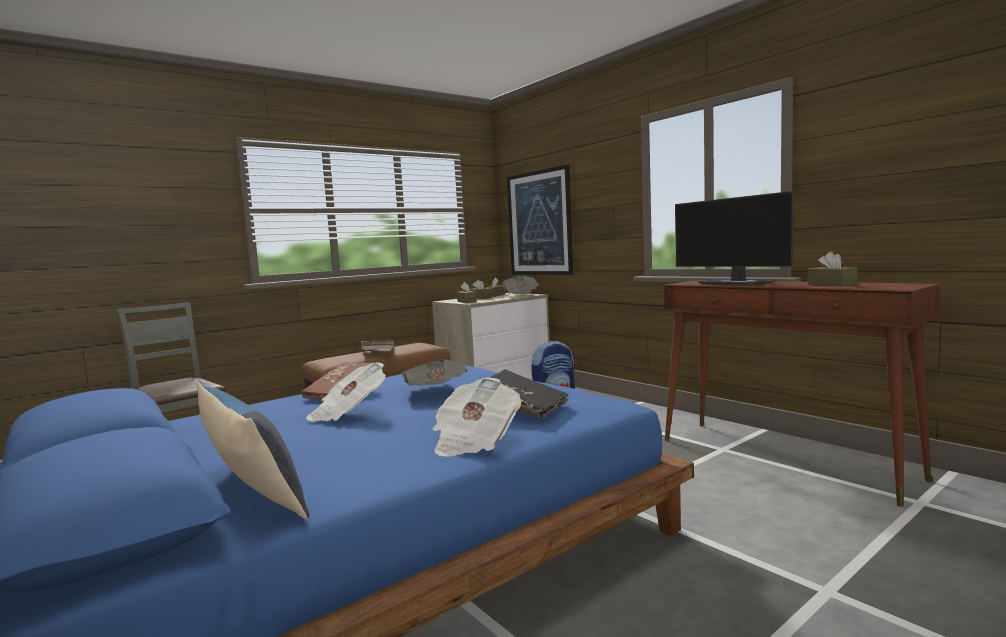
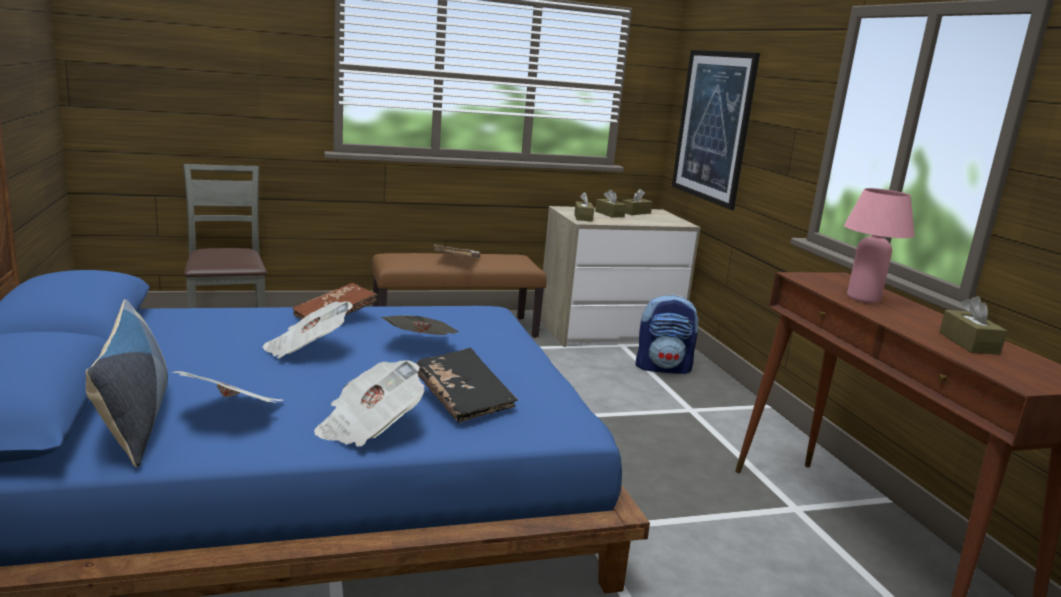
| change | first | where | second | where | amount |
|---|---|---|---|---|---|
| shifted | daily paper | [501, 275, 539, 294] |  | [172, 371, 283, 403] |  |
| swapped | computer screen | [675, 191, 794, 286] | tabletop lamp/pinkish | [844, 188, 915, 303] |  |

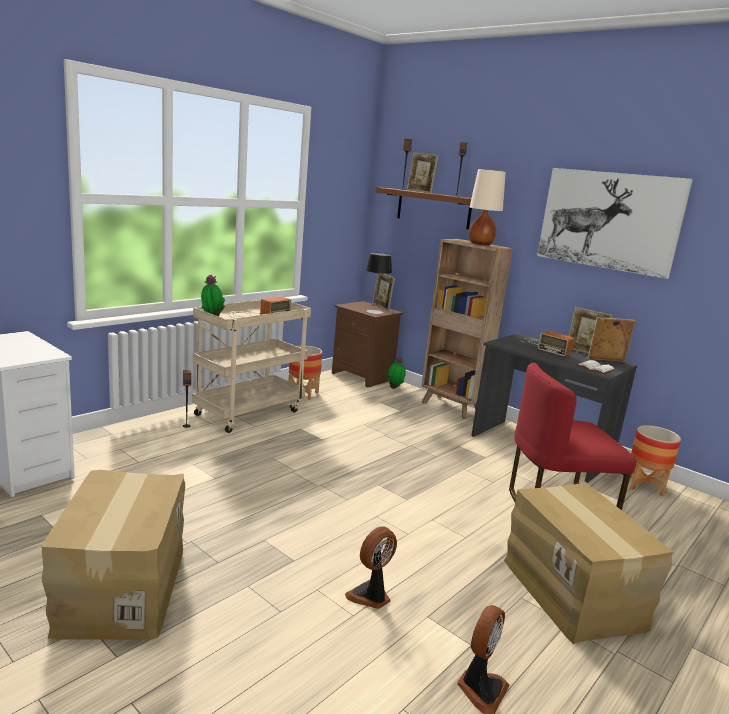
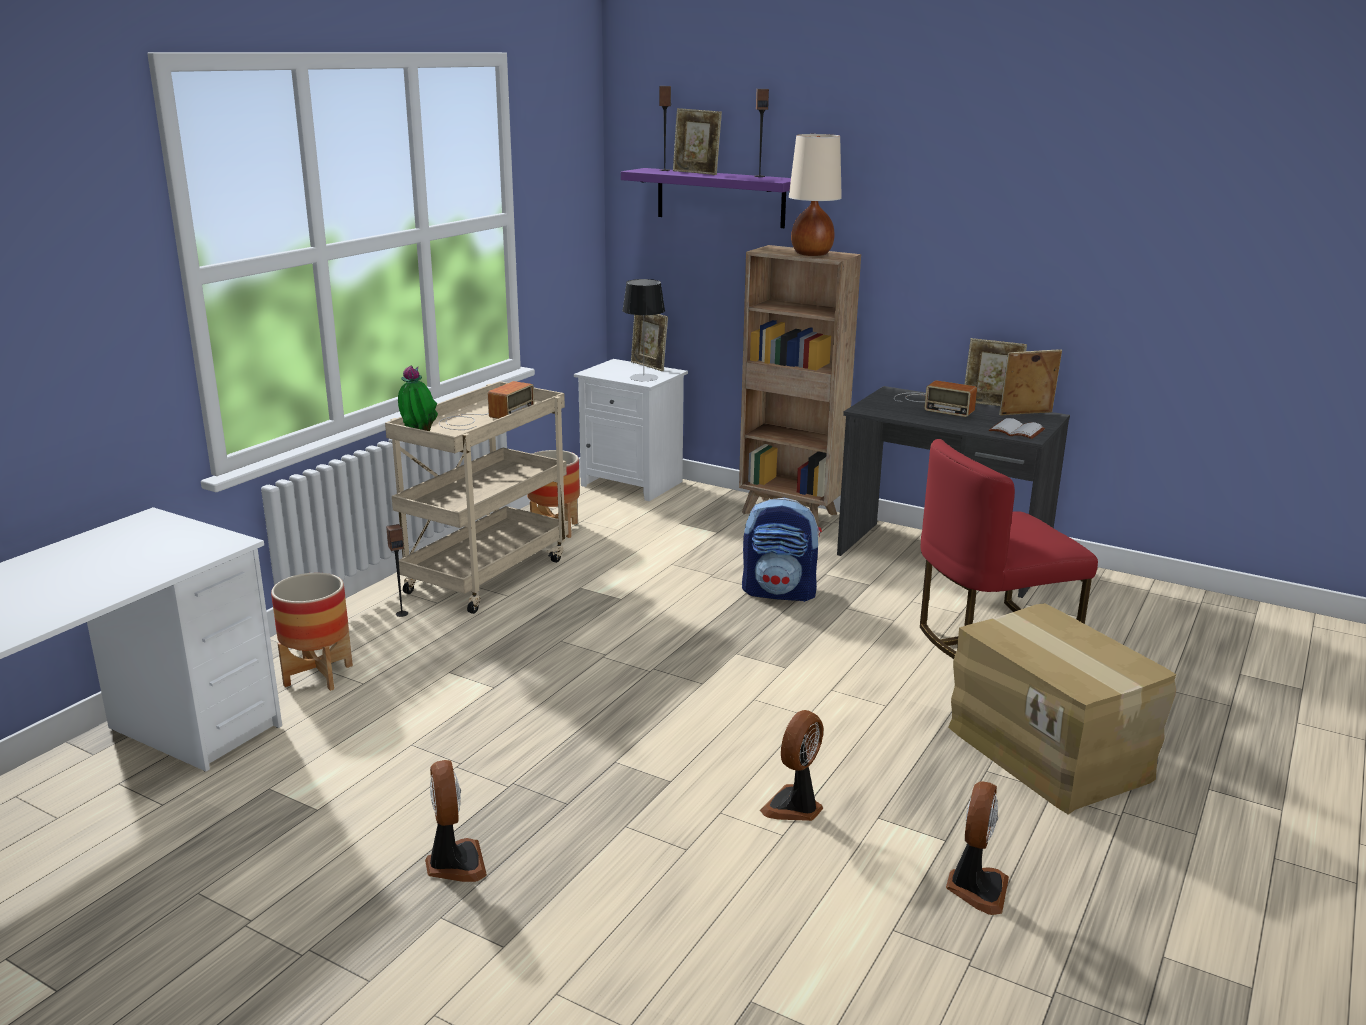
| change | first | where | second | where | amount |
|---|---|---|---|---|---|
| gone | potted plant | [387, 356, 406, 389] |  |  |  |
| gone | picture | [537, 168, 693, 279] |  |  |  |
| new |  |  | knapsack | [742, 498, 822, 602] |  |
| shifted | plant pot | [630, 425, 681, 496] |  | [271, 573, 353, 691] |  |
| swapped | cardboard box | [42, 470, 185, 640] | cooling fan | [425, 760, 487, 882] |  |
| repainted | night table/brownish | [332, 301, 404, 387] | night table/whitish | [574, 359, 688, 501] |  |
| repainted | shelf/brownish | [376, 187, 472, 229] | shelf/purple | [621, 168, 791, 228] |  |

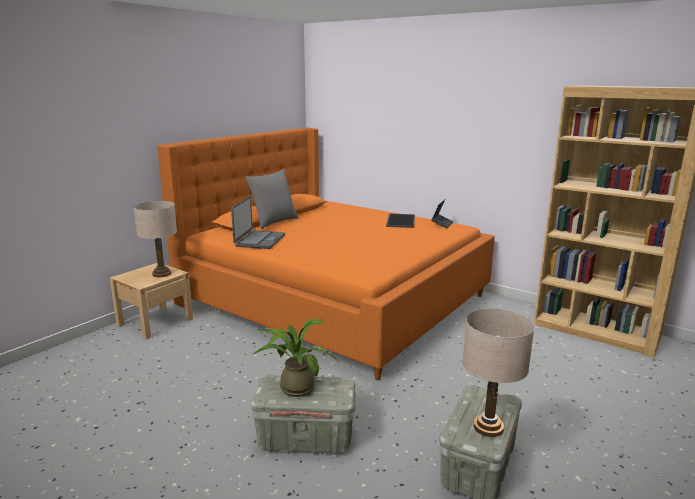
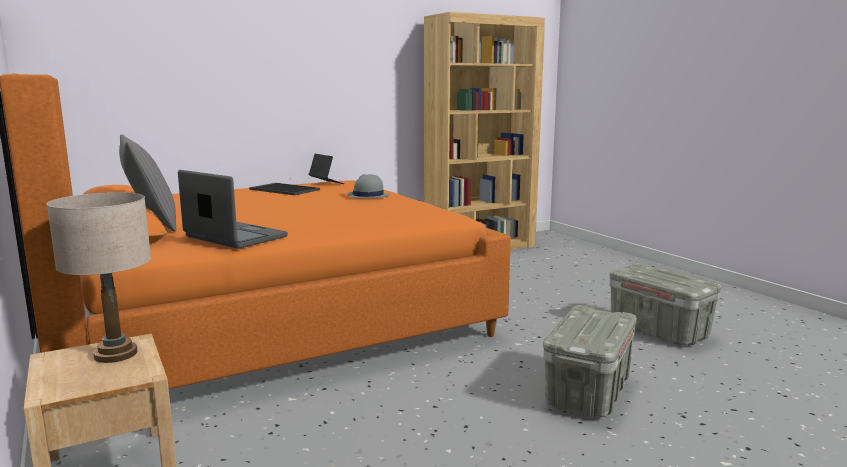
| change | first | where | second | where | amount |
|---|---|---|---|---|---|
| gone | potted plant | [253, 319, 337, 397] |  |  |  |
| gone | tabletop lamp/sand-coloured | [462, 308, 535, 437] |  |  |  |
| new |  |  | clothing hat/grey | [346, 174, 390, 199] |  |

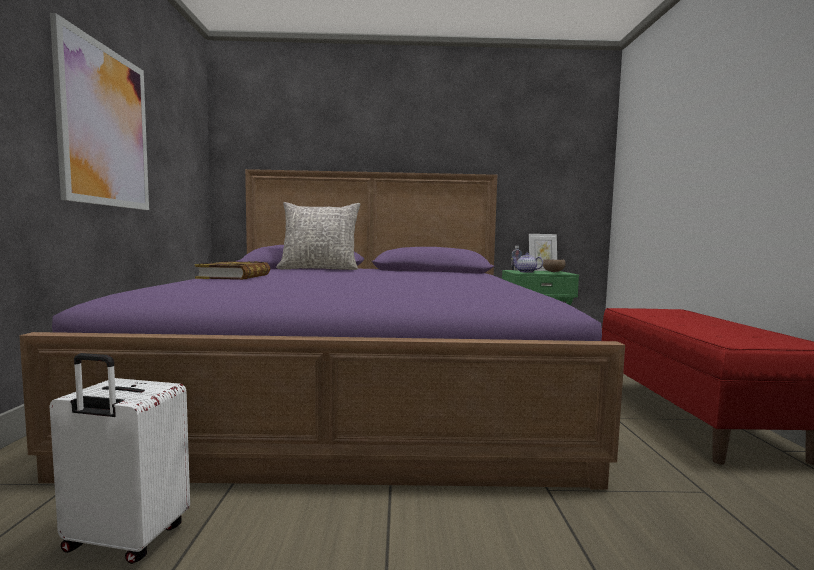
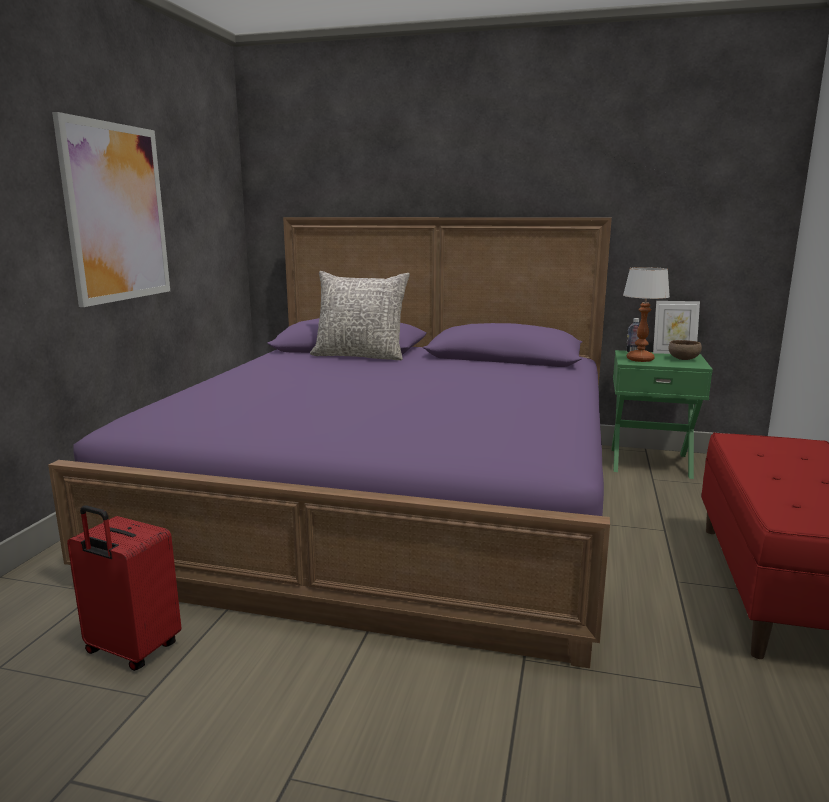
| change | first | where | second | where | amount |
|---|---|---|---|---|---|
| gone | bound book | [195, 261, 270, 280] |  |  |  |
| swapped | pot for tea | [512, 253, 543, 273] | tabletop lamp | [623, 267, 670, 362] |  |
| repainted | piece of luggage/whitish | [50, 353, 190, 564] | piece of luggage/red | [67, 505, 181, 671] |  |

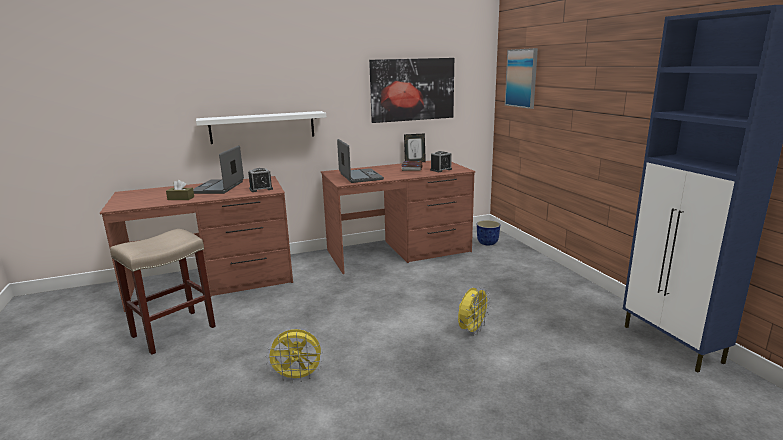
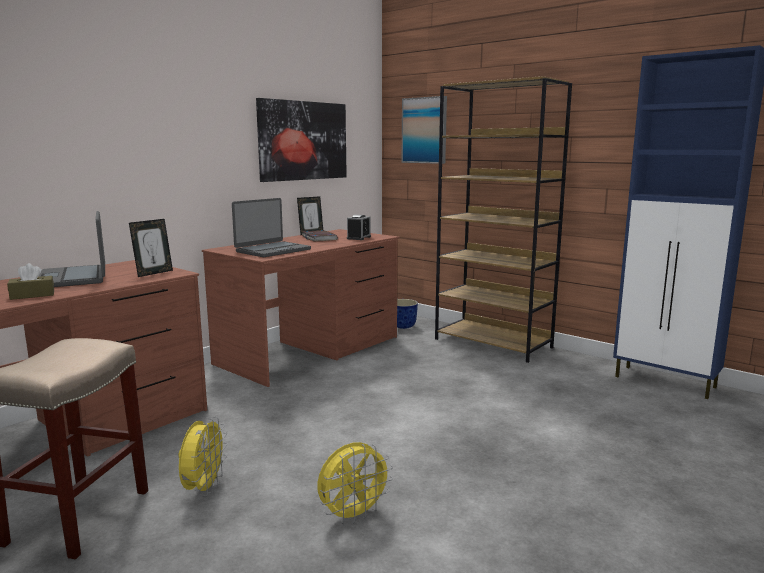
| change | first | where | second | where | amount |
|---|---|---|---|---|---|
| gone | shelf/whitish | [196, 111, 326, 144] |  |  |  |
| new |  |  | bookcase/brownish | [435, 76, 572, 363] |  |
| shifted | cooling fan/yellow-coloured | [458, 287, 491, 336] |  | [178, 417, 228, 496] |  |
| swapped | alarm clock | [248, 168, 273, 192] | standing frame | [129, 219, 173, 277] |  |
| rotated | portable computer | [337, 139, 384, 183] |  | [232, 198, 311, 257] | 90 degrees clockwise |

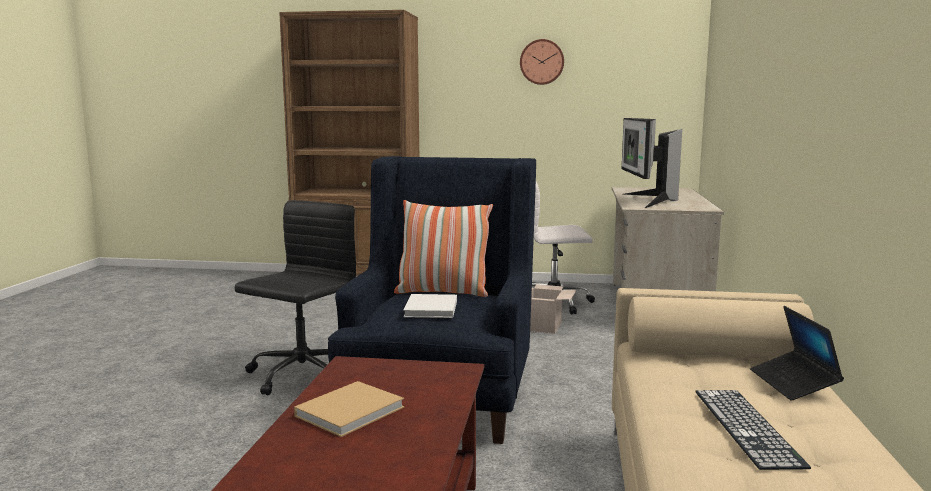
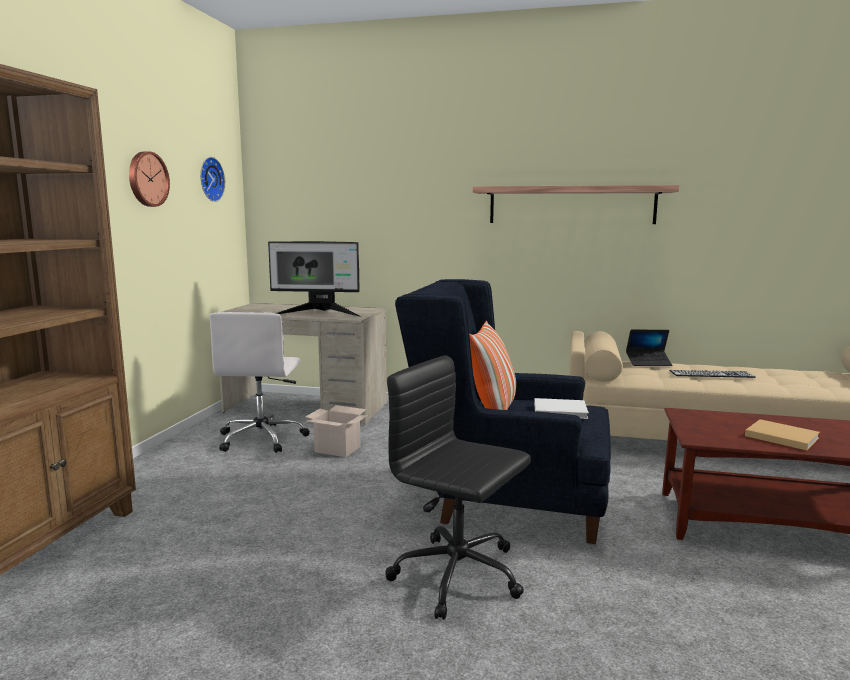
| change | first | where | second | where | amount |
|---|---|---|---|---|---|
| new |  |  | hanging clock | [200, 157, 225, 202] |  |
| new |  |  | shelf | [473, 185, 679, 224] |  |

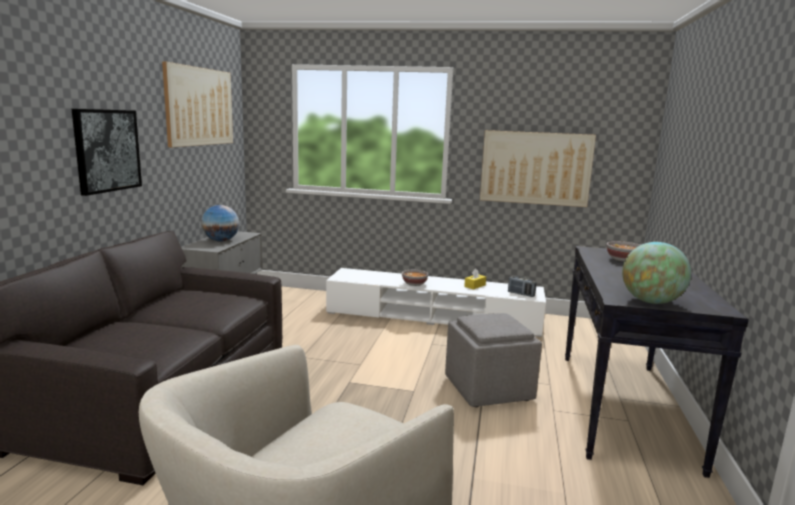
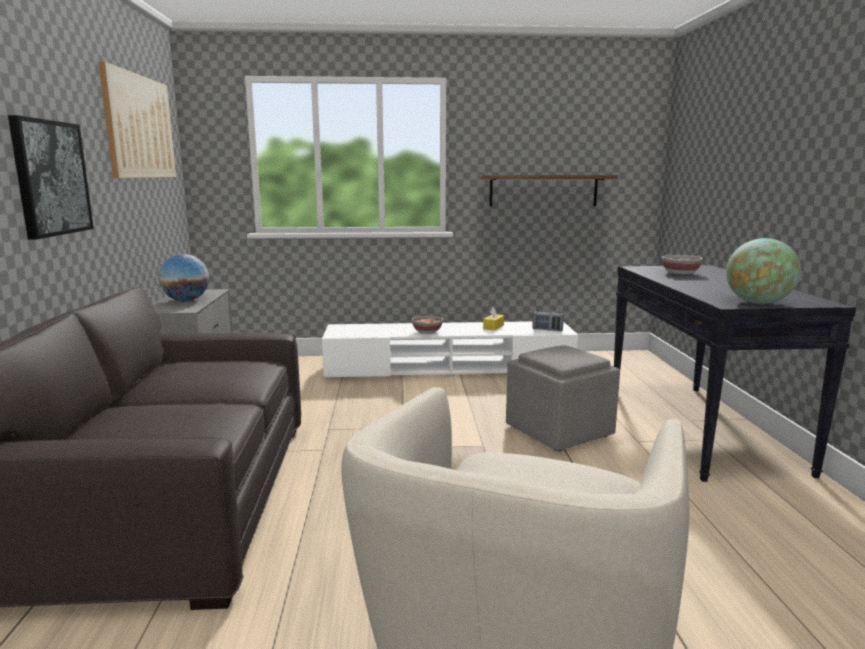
| change | first | where | second | where | amount |
|---|---|---|---|---|---|
| swapped | picture | [480, 130, 596, 207] | shelf | [479, 175, 618, 207] |  |

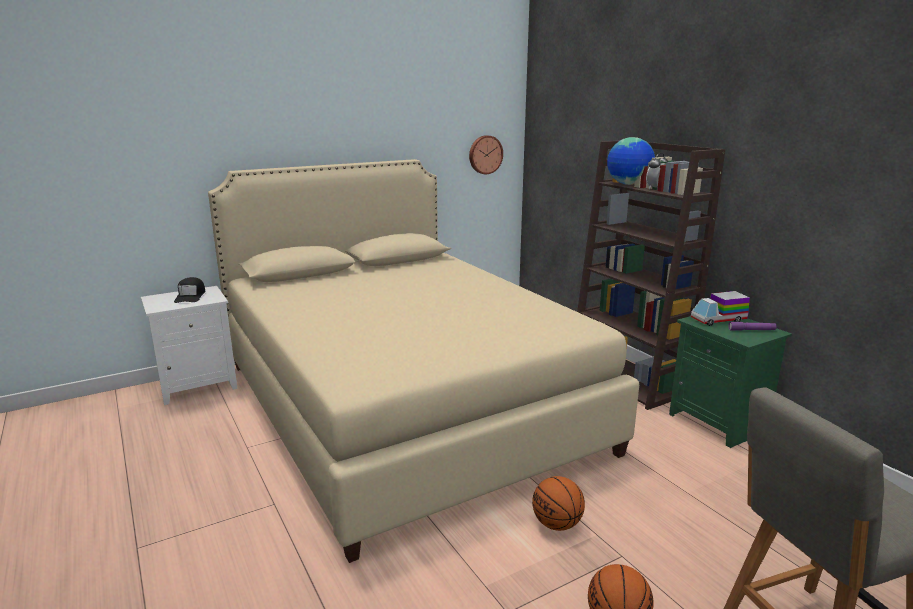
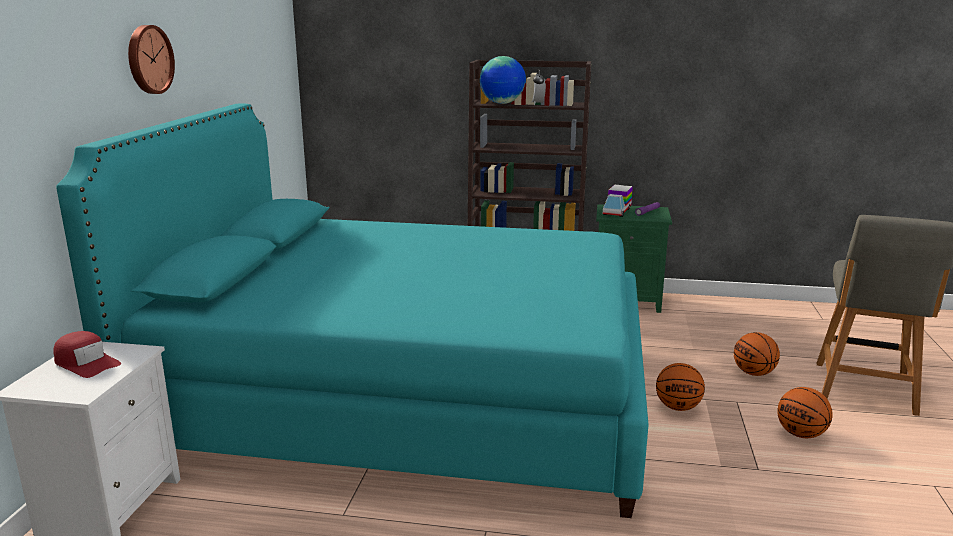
| change | first | where | second | where | amount |
|---|---|---|---|---|---|
| new |  |  | basketball ball | [734, 332, 780, 376] |  |
| shifted | hanging clock | [469, 135, 503, 174] |  | [128, 25, 175, 94] |  |
| repainted | cap/blackish | [174, 277, 205, 303] | cap/red | [53, 331, 121, 378] |  |
| repainted | bedroom bed/sand-coloured | [208, 159, 639, 563] | bedroom bed/turquoise | [56, 103, 649, 518] |  |

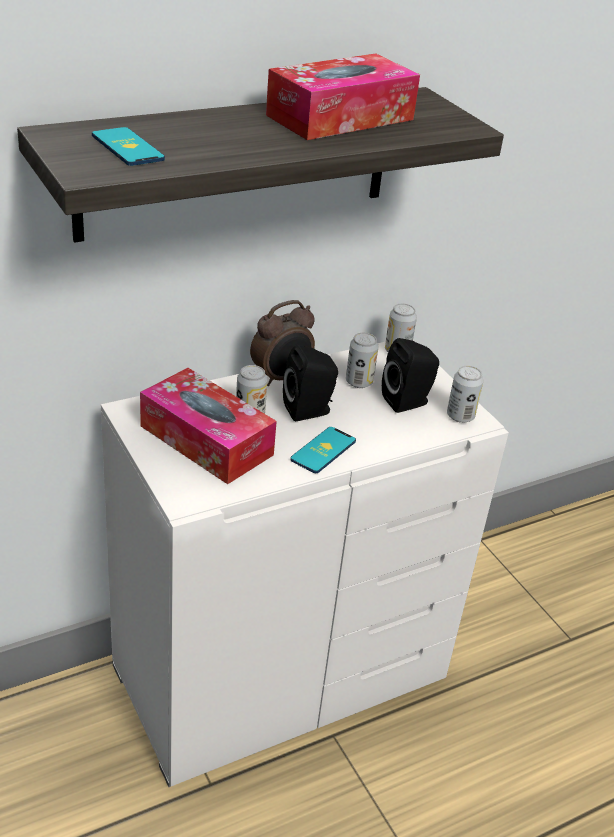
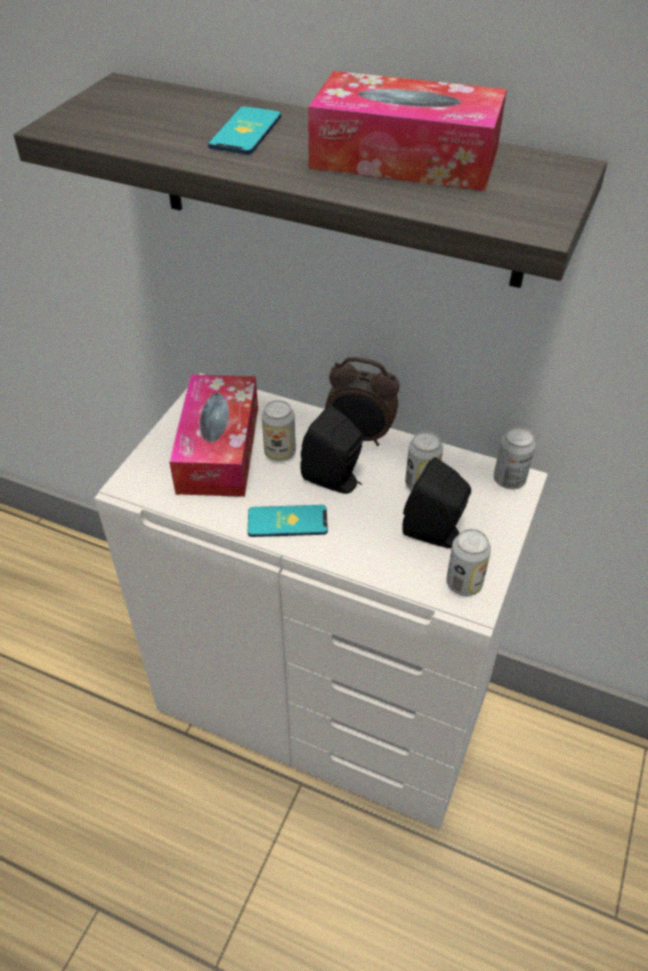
| change | first | where | second | where | amount |
|---|---|---|---|---|---|
| shifted | phone | [92, 127, 165, 166] |  | [208, 106, 281, 154] |  |

